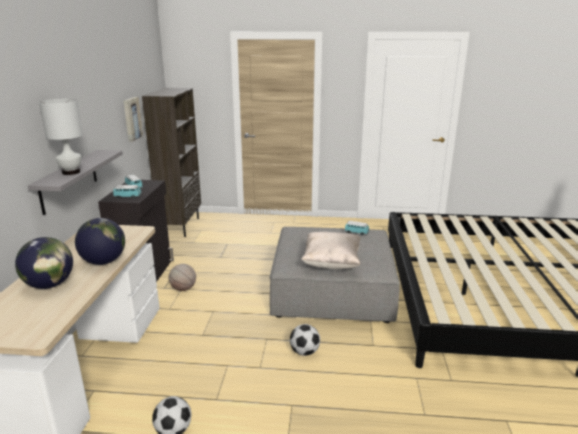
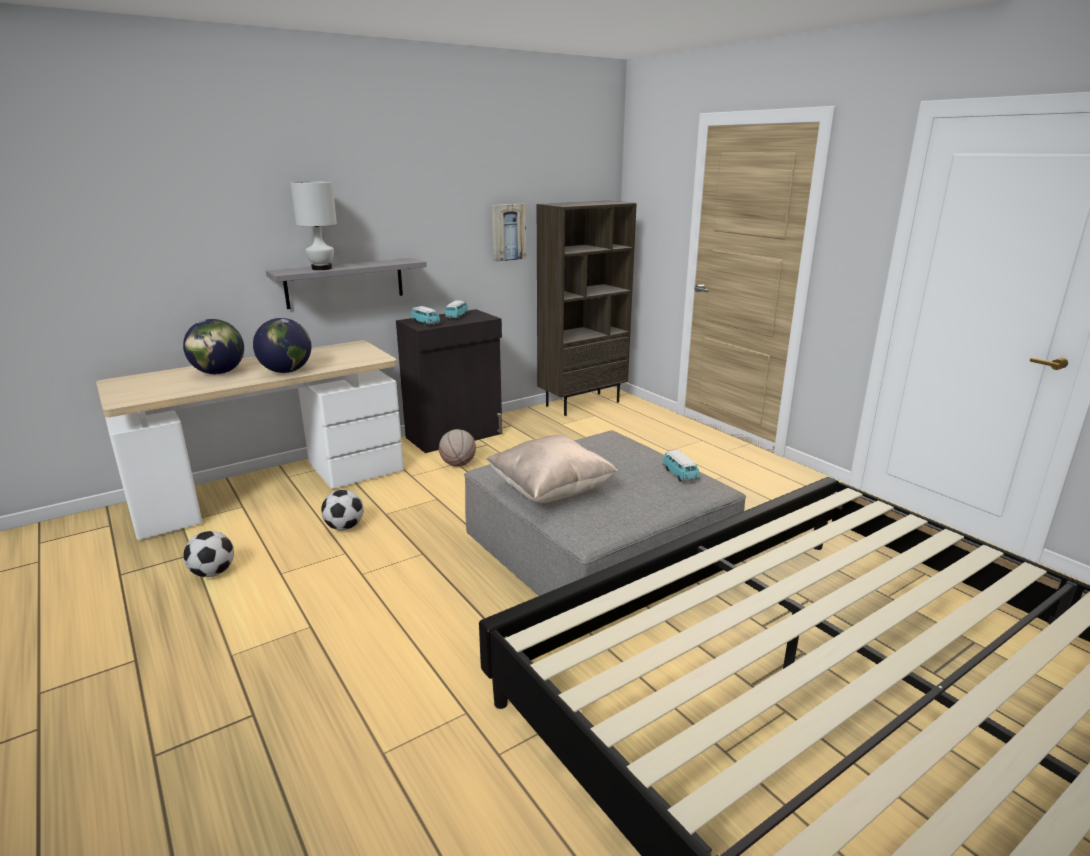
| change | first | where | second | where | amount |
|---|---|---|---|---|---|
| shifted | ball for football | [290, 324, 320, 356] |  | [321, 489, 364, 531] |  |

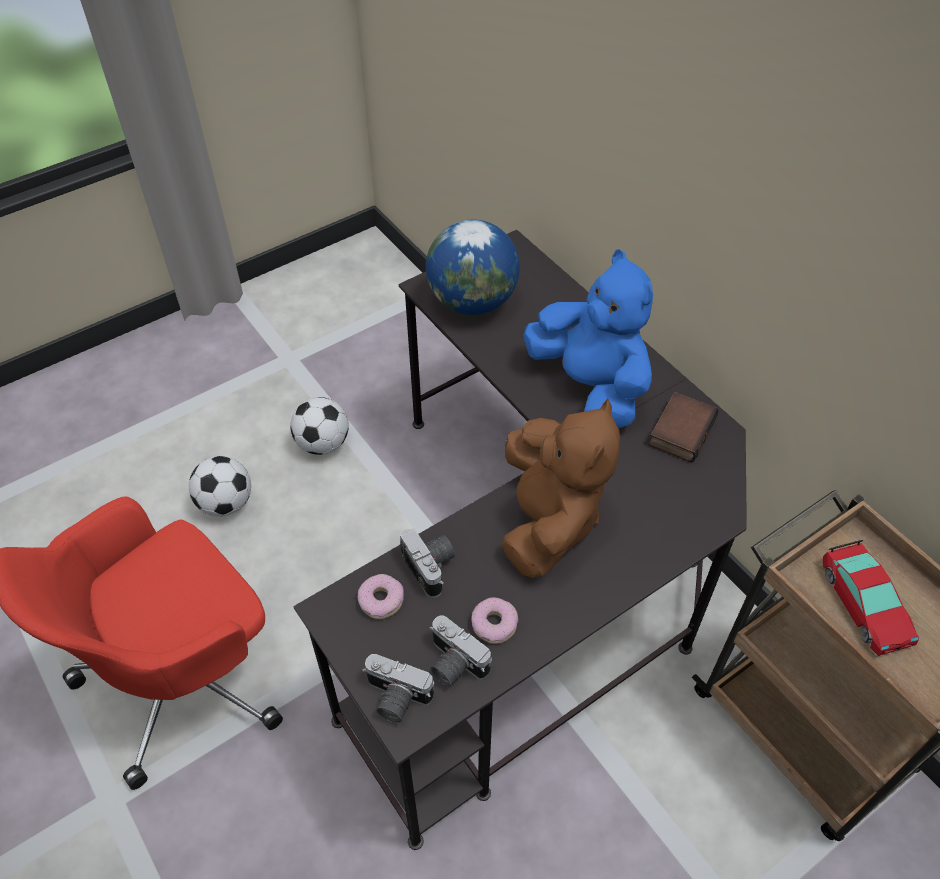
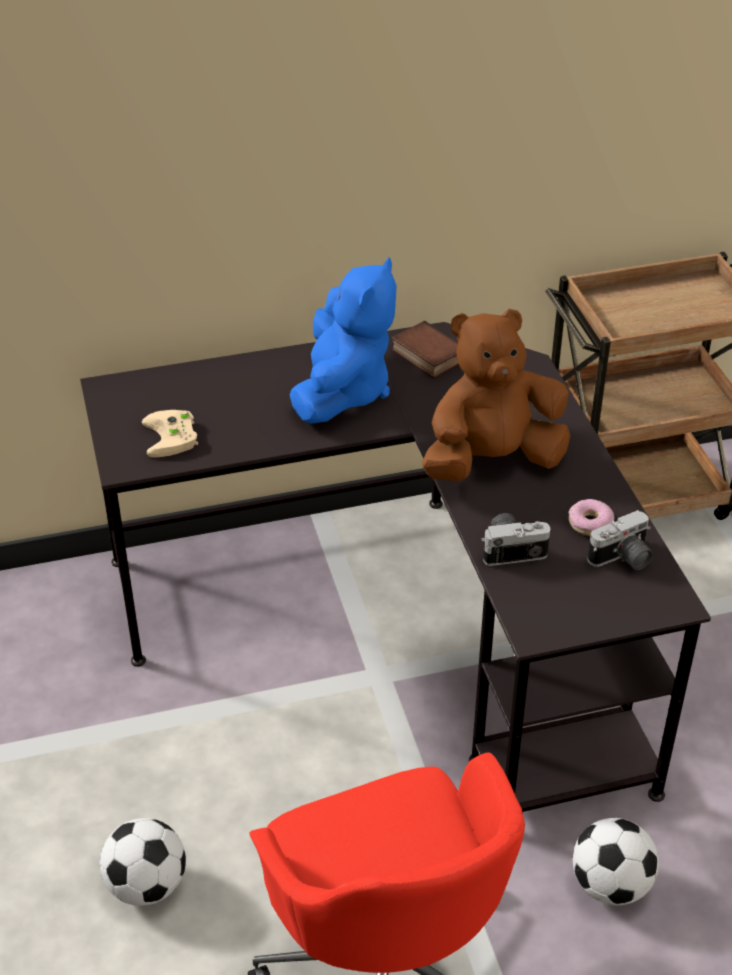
| change | first | where | second | where | amount |
|---|---|---|---|---|---|
| gone | donut | [358, 574, 404, 619] |  |  |  |
| gone | photo camera | [362, 654, 434, 723] |  |  |  |
| gone | model car | [823, 540, 919, 656] |  |  |  |
| shifted | ball for football | [290, 397, 349, 455] |  | [573, 818, 659, 905] |  |
| swapped | world globe | [426, 220, 520, 315] | game controller/sand-coloured | [142, 410, 198, 457] |  |
| rotated | cuddly toy/brownish | [502, 398, 620, 578] |  | [422, 308, 570, 481] | 45 degrees counterclockwise |
| rotated | cuddly toy/blue-coloured | [524, 249, 653, 428] |  | [290, 257, 397, 424] | 120 degrees clockwise |

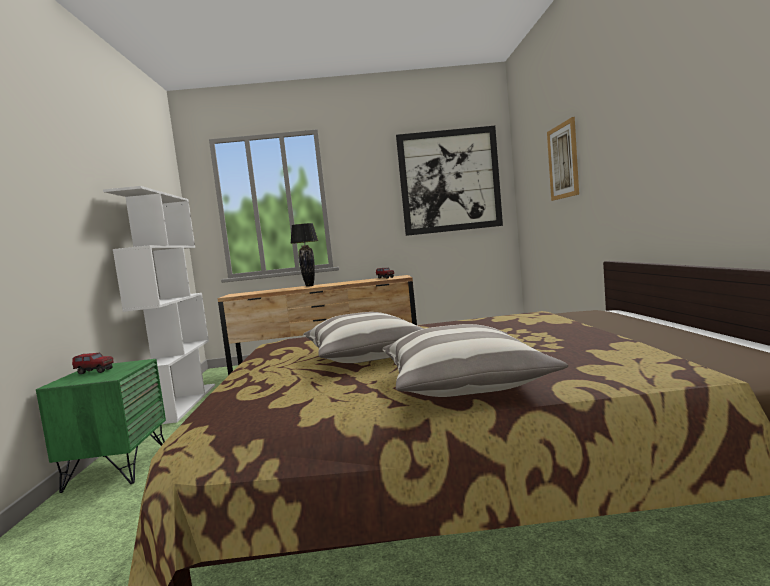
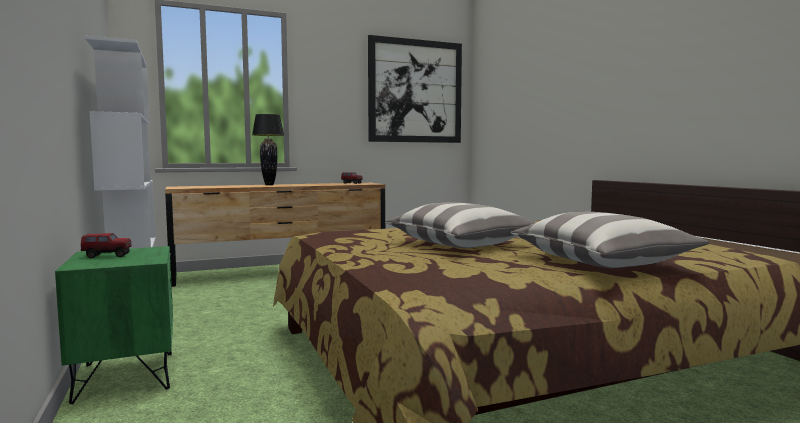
| change | first | where | second | where | amount |
|---|---|---|---|---|---|
| gone | picture | [547, 117, 579, 201] |  |  |  |

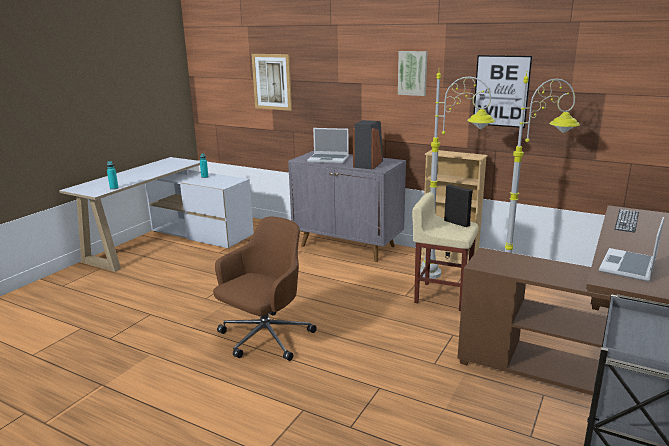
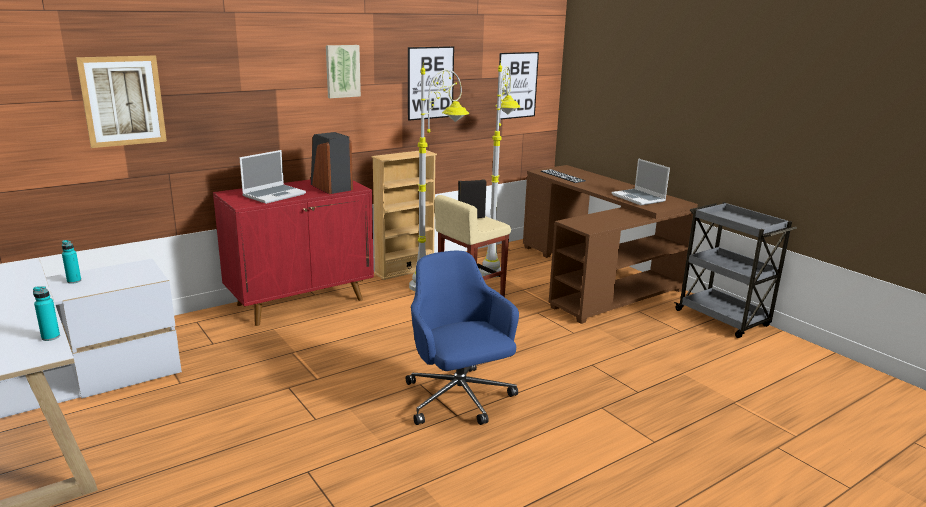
| change | first | where | second | where | amount |
|---|---|---|---|---|---|
| new |  |  | picture | [499, 52, 539, 120] |  |
| repainted | desk chair/brownish | [213, 217, 317, 361] | desk chair/blue-coloured | [406, 251, 519, 425] |  |
| repainted | storage cabinet/grey | [288, 151, 406, 262] | storage cabinet/red | [213, 179, 374, 326] |  |

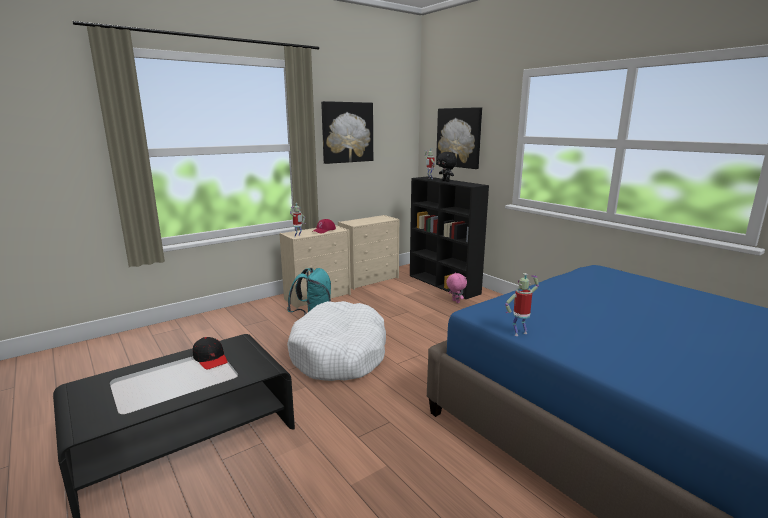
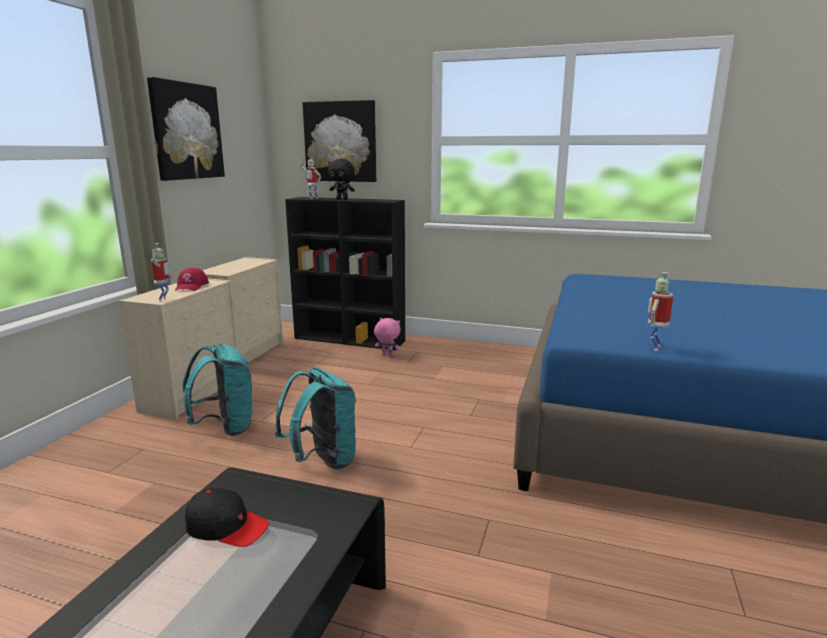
| change | first | where | second | where | amount |
|---|---|---|---|---|---|
| swapped | dog bed/whitish | [287, 301, 386, 381] | knapsack/turquoise | [275, 367, 356, 470] |  |

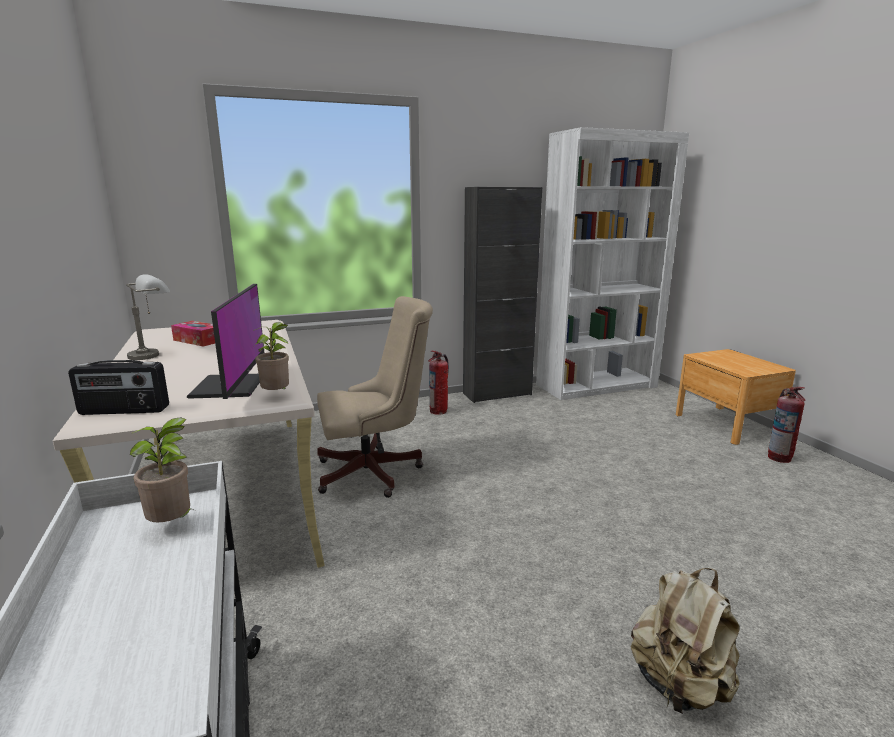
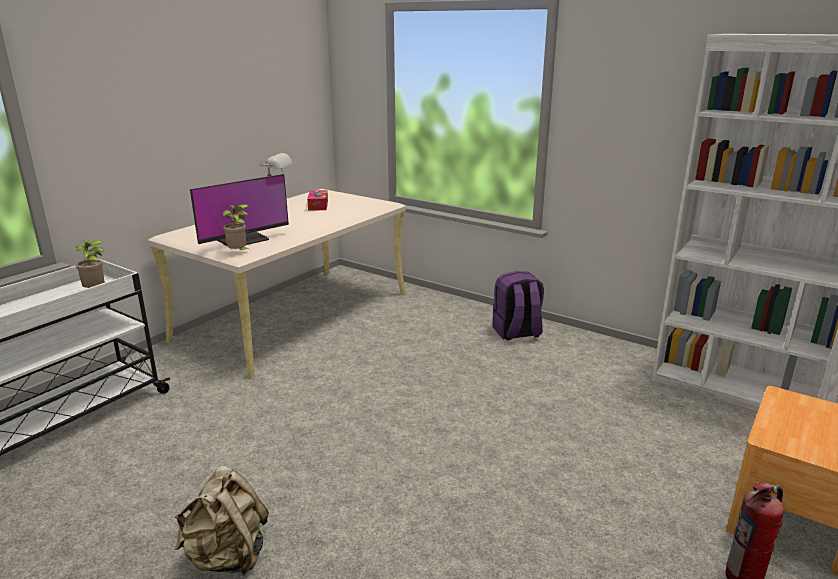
| change | first | where | second | where | amount |
|---|---|---|---|---|---|
| gone | radio set | [68, 360, 169, 415] |  |  |  |
| gone | desk chair/sand-coloured | [317, 296, 433, 498] |  |  |  |
| gone | storage cabinet/blackish | [463, 187, 542, 403] |  |  |  |
| swapped | fire-fighting cylinder | [428, 351, 449, 415] | knapsack/purple | [493, 271, 544, 340] |  |

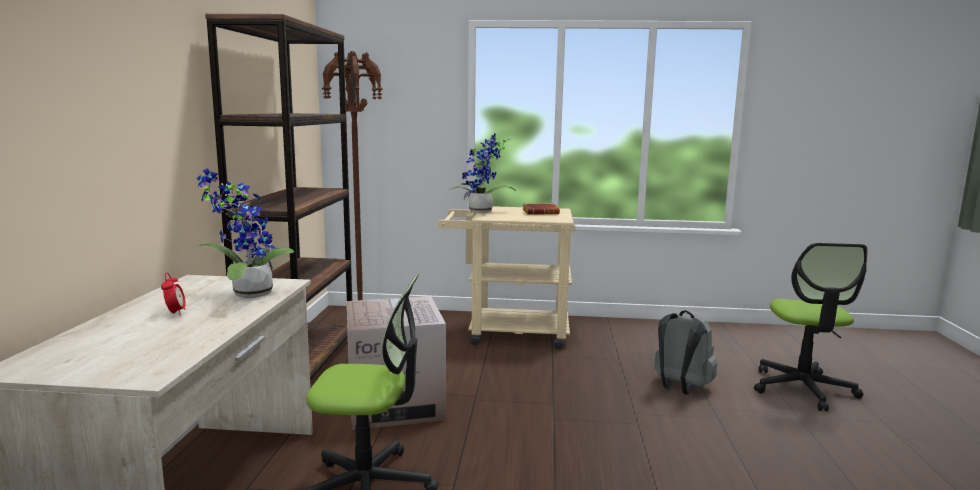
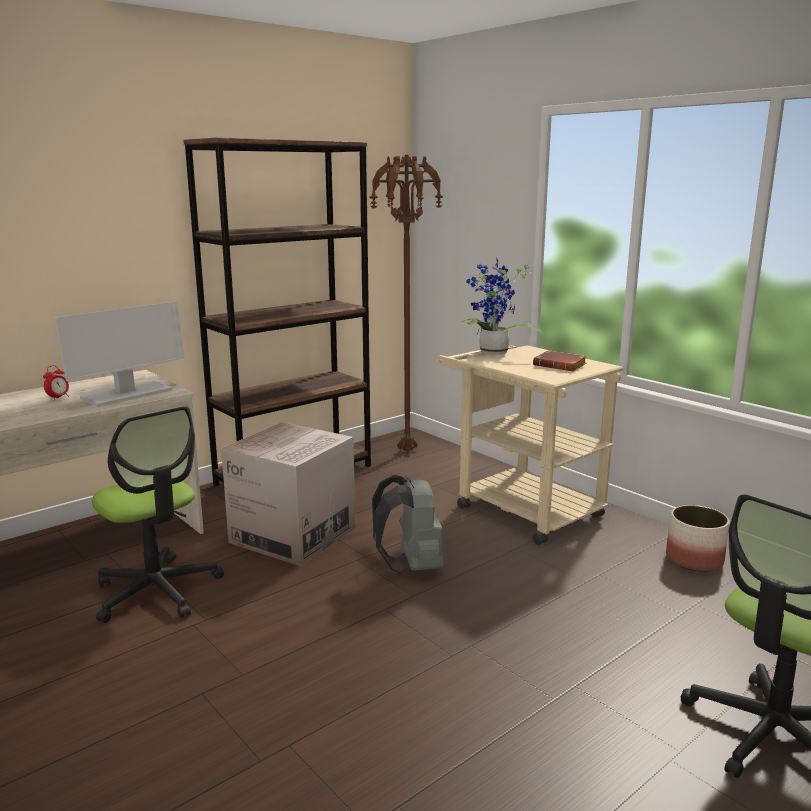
| change | first | where | second | where | amount |
|---|---|---|---|---|---|
| new |  |  | plant pot | [666, 505, 730, 572] |  |
| shifted | knapsack/grey | [654, 310, 717, 395] |  | [372, 475, 444, 573] |  |
| swapped | potted plant | [196, 168, 294, 298] | computer screen | [55, 301, 185, 407] |  |

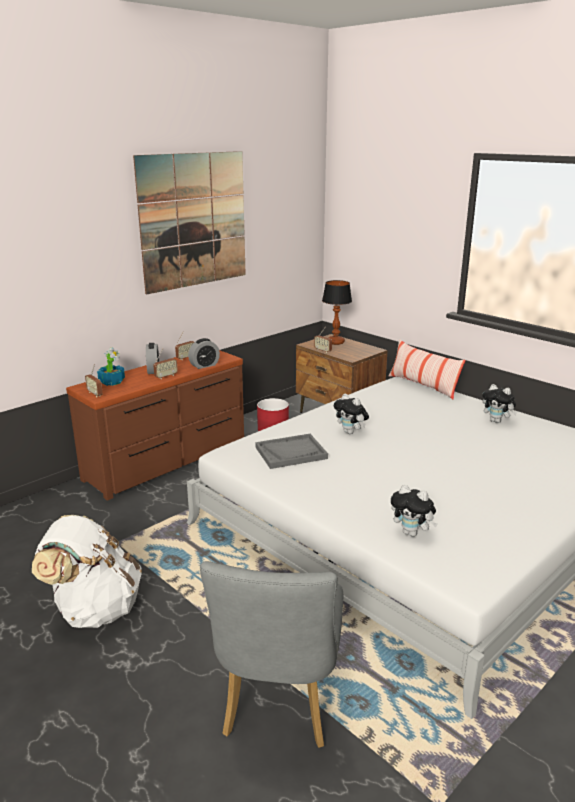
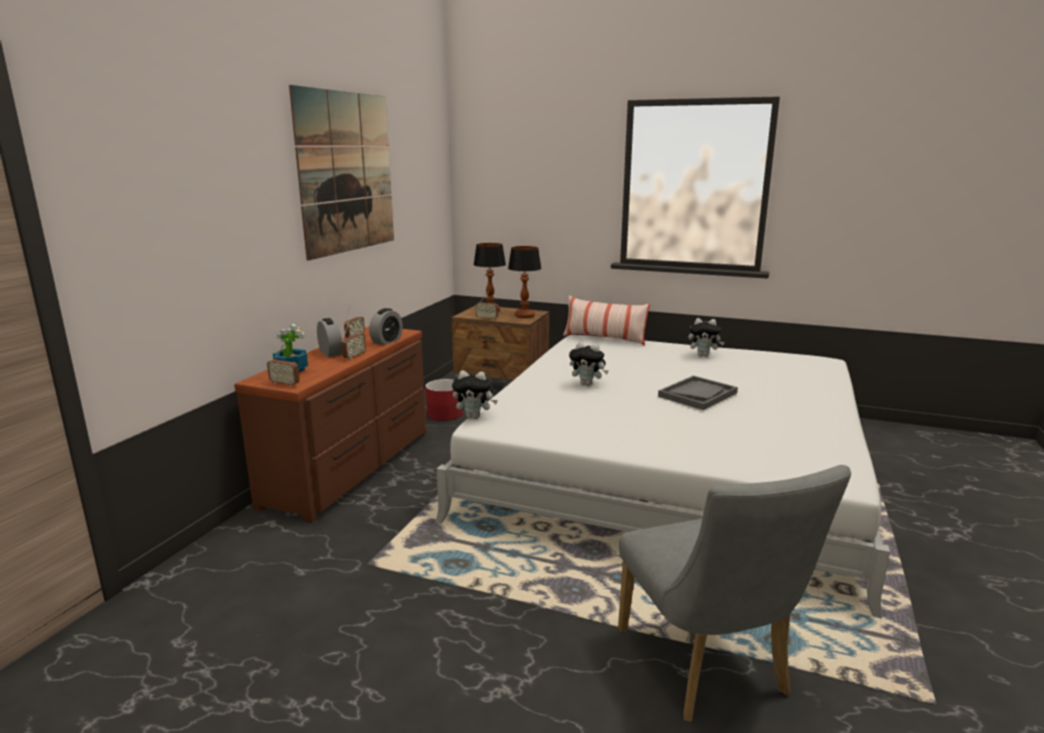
| change | first | where | second | where | amount |
|---|---|---|---|---|---|
| gone | knapsack/whitish | [32, 515, 142, 628] |  |  |  |
| new |  |  | tabletop lamp | [508, 246, 542, 318] |  |
| shifted | serving tray/grey | [255, 434, 328, 469] |  | [658, 376, 738, 410] |  |
| shifted | cuddly toy | [391, 485, 438, 537] |  | [452, 371, 498, 419] |  |

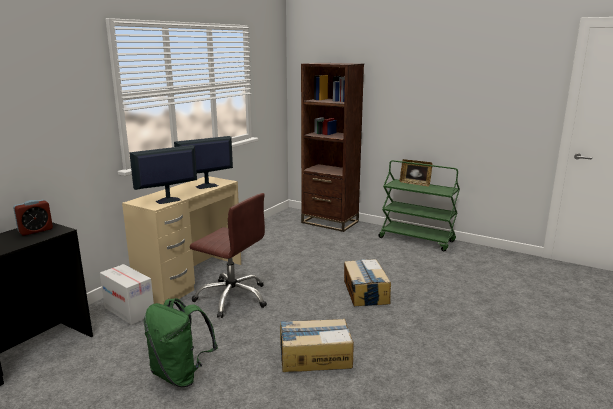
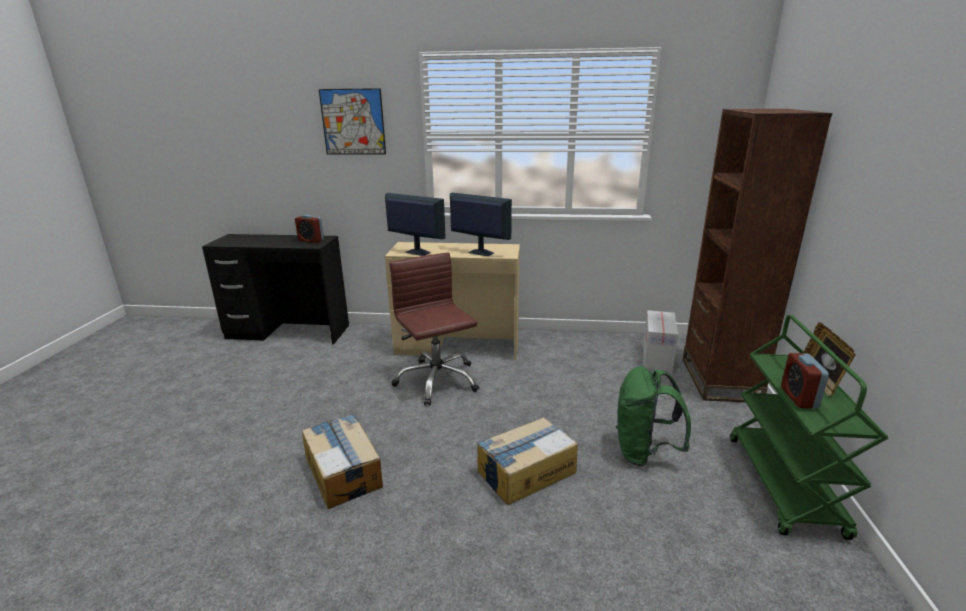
| change | first | where | second | where | amount |
|---|---|---|---|---|---|
| new |  |  | picture | [319, 88, 386, 155] |  |
| new |  |  | alarm clock | [781, 353, 829, 409] |  |
| shifted | cardboard box | [100, 264, 154, 325] |  | [643, 310, 678, 372] |  |
| shifted | knapsack/green | [144, 298, 218, 387] |  | [616, 366, 691, 466] |  |
| rotated | desk chair/brownish | [190, 193, 267, 318] |  | [389, 253, 479, 406] | 150 degrees clockwise |

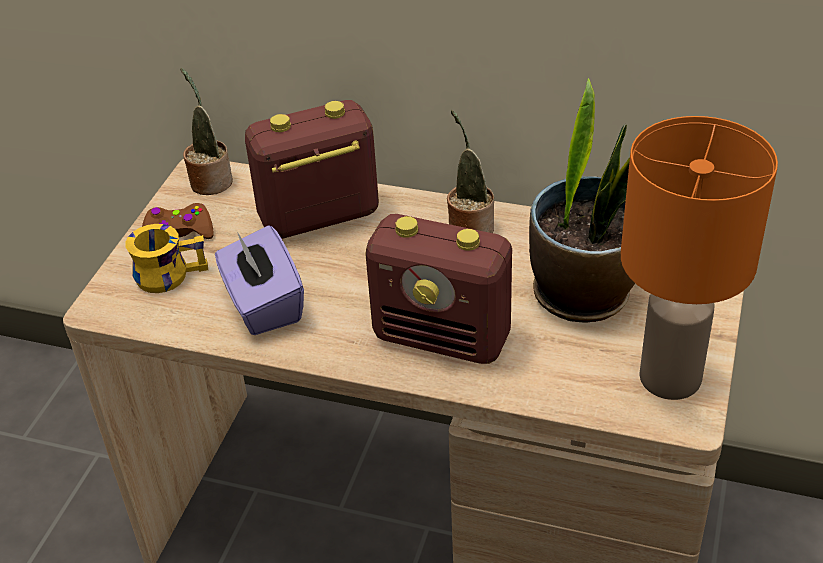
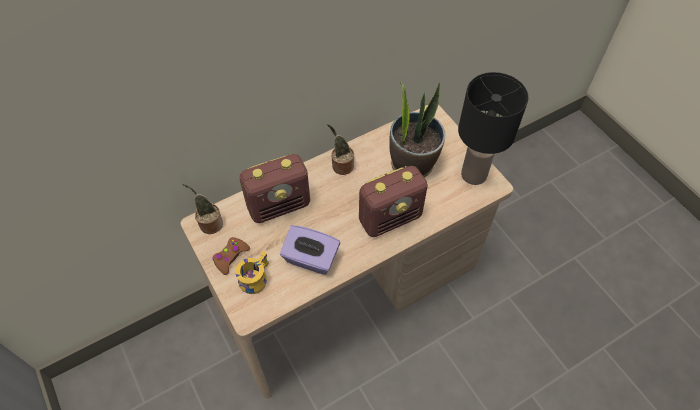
| change | first | where | second | where | amount |
|---|---|---|---|---|---|
| repainted | tabletop lamp/orangey | [621, 116, 778, 400] | tabletop lamp/blackish | [458, 72, 528, 185] |  |
| rotated | radio set | [245, 100, 379, 239] |  | [240, 154, 310, 223] | 135 degrees counterclockwise |

